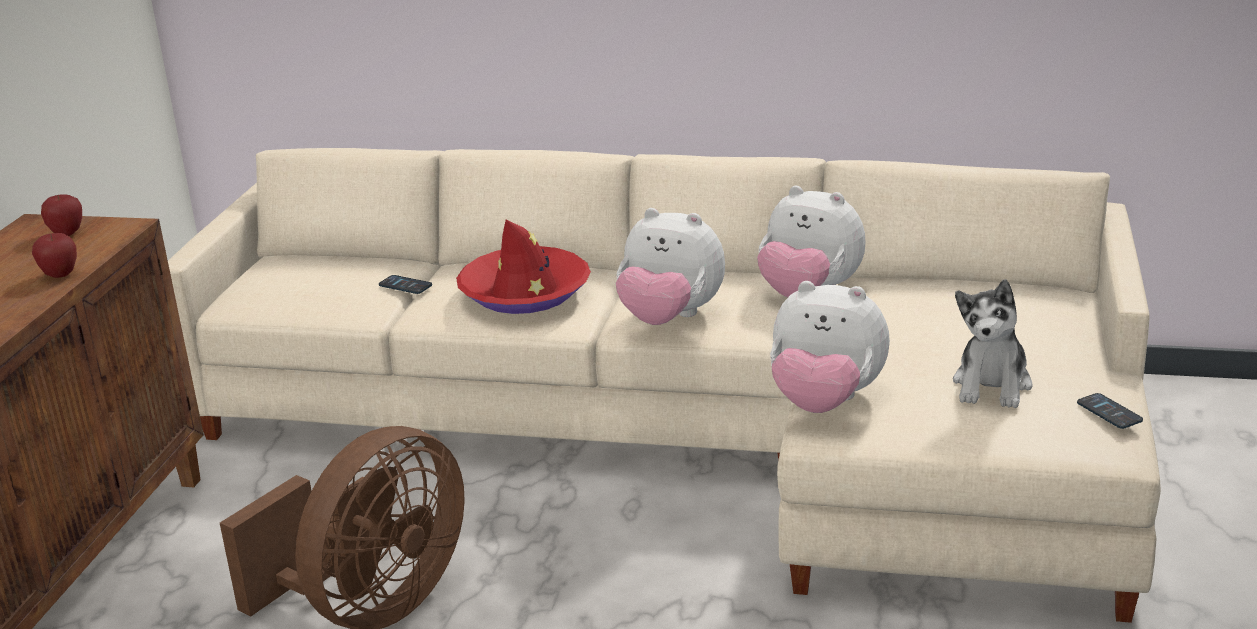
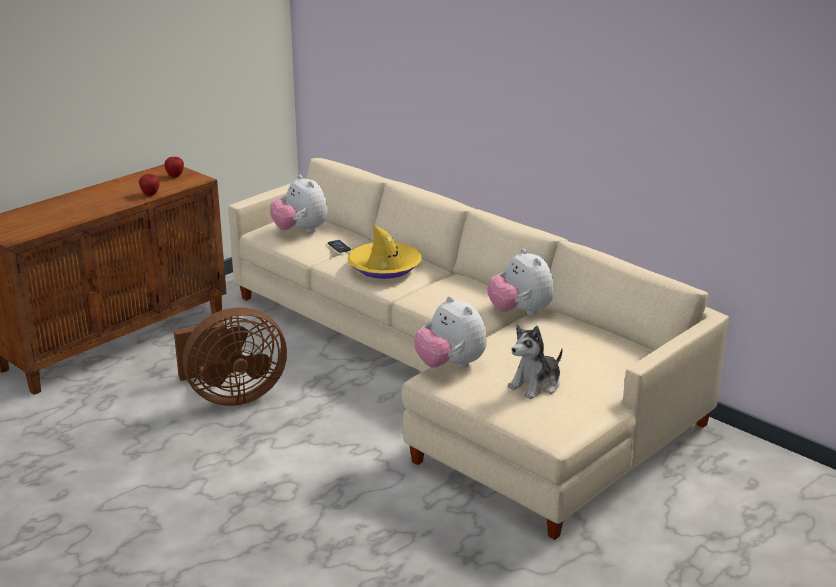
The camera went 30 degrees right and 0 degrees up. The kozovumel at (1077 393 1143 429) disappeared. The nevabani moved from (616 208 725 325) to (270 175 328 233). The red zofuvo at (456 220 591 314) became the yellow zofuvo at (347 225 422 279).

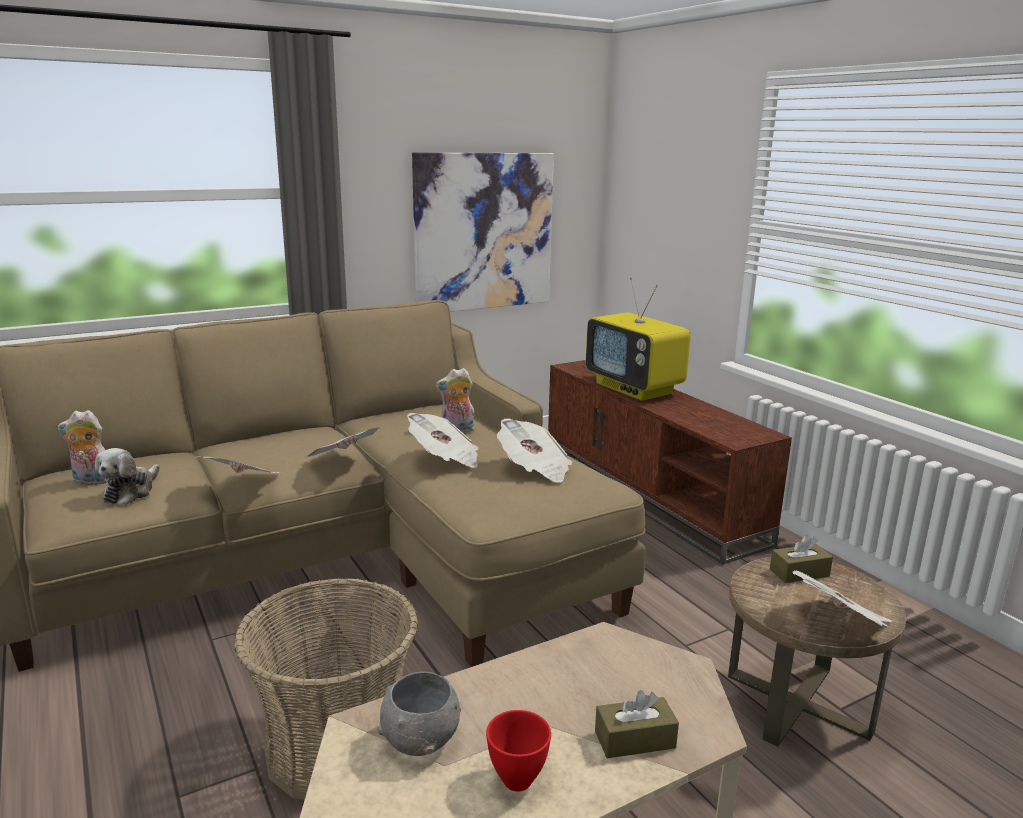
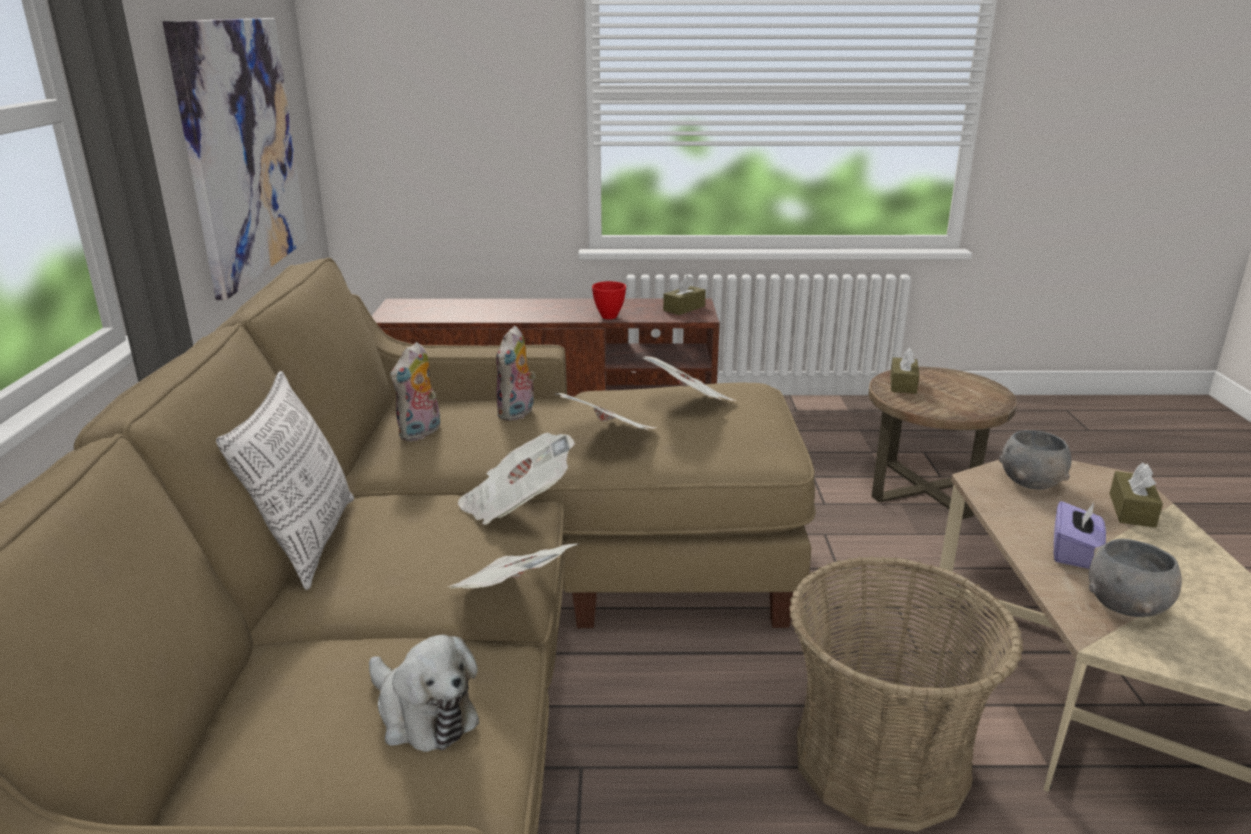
The camera went 60 degrees left and 5 degrees up. The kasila at (586 278 691 401) disappeared. The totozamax at (792 571 891 627) disappeared. The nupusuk at (216 371 354 590) appeared. The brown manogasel at (663 275 706 315) appeared. The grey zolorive at (999 430 1071 489) appeared. The purple manogasel at (1054 501 1106 569) appeared. The nevabani moved from (58 410 107 485) to (390 342 440 442). The red zolorive moved from (486 710 551 791) to (592 281 626 319).

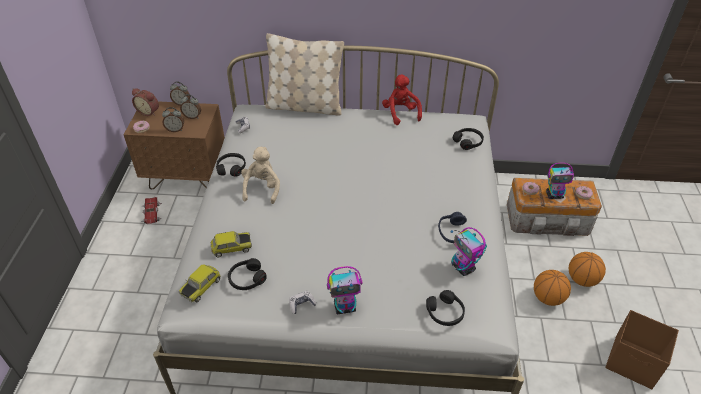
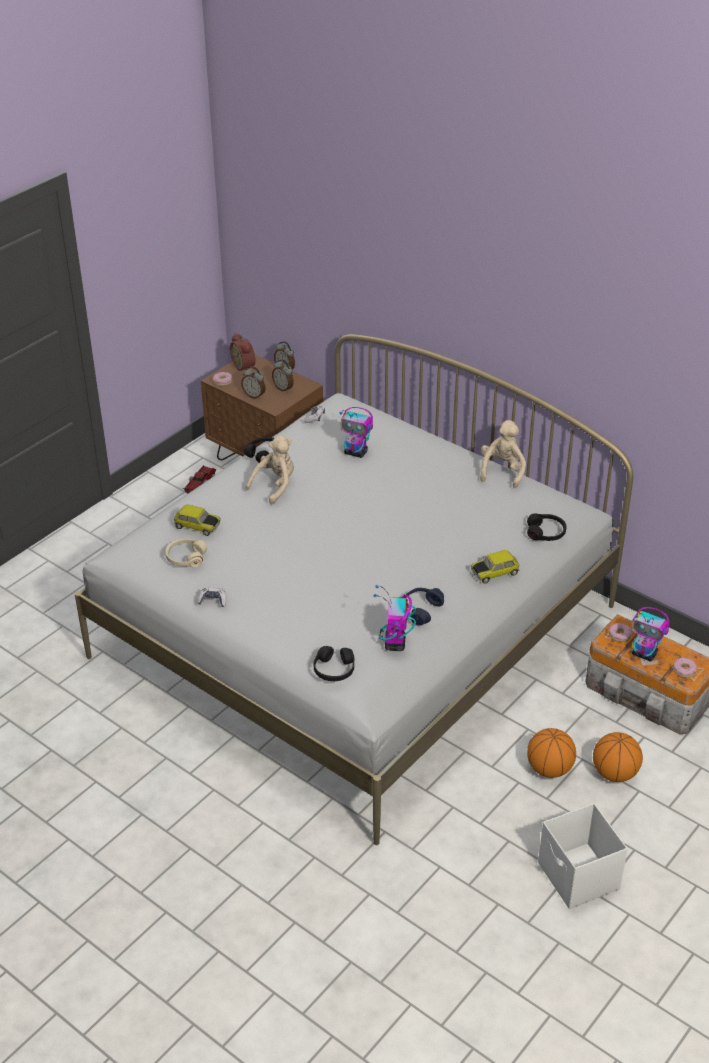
The camera went 35 degrees right and 5 degrees down. The beige nupusuk at (265 33 344 116) disappeared. The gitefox moved from (179 264 221 303) to (471 550 520 583). The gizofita moved from (327 266 362 314) to (340 407 373 458). The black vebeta at (228 258 267 290) became the beige vebeta at (165 539 207 567). The red nevabani at (382 74 422 125) became the beige nevabani at (480 420 526 488). The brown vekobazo at (605 310 679 389) became the white vekobazo at (538 803 628 909).

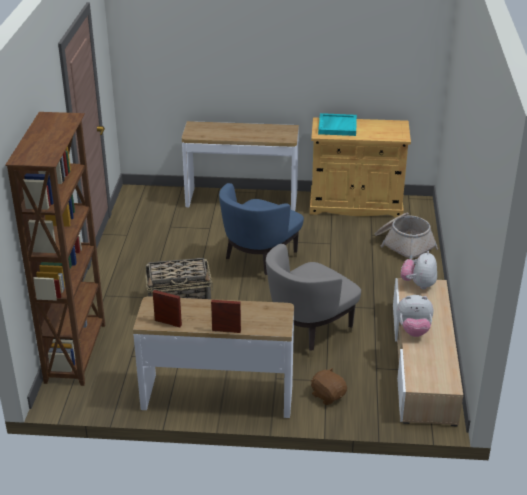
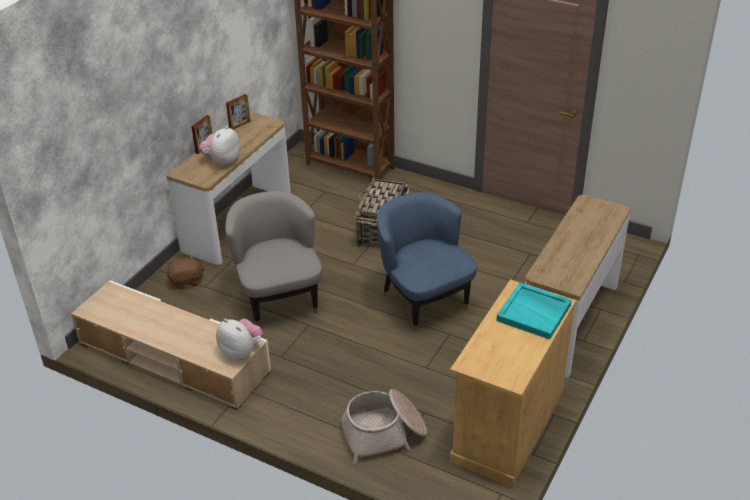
The camera went 115 degrees right and 5 degrees up. The nevabani moved from (396 295 433 337) to (199 126 240 166).

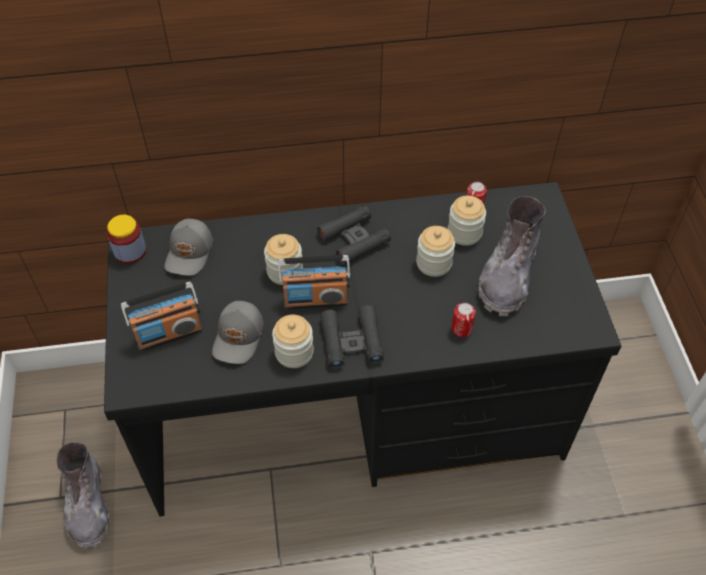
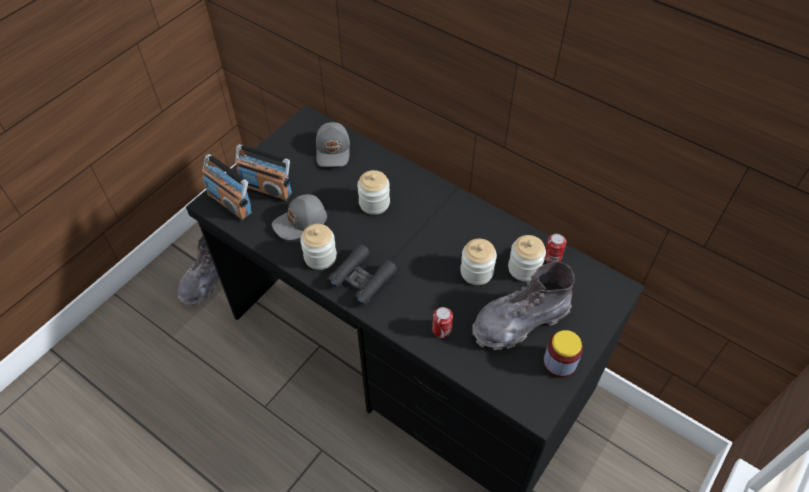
The camera went 45 degrees right and 0 degrees up. The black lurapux at (317 206 391 265) disappeared. The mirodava moved from (107 215 146 264) to (543 330 583 377). The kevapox moved from (278 255 351 309) to (202 154 252 222). The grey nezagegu at (165 219 213 276) turned 60 degrees counterclockwise.

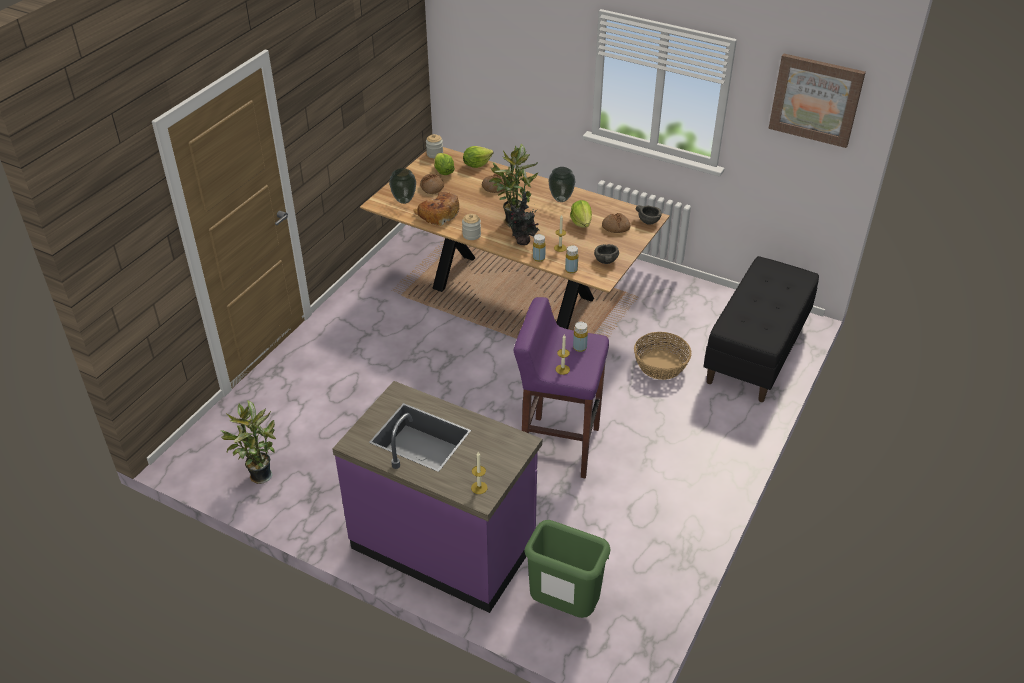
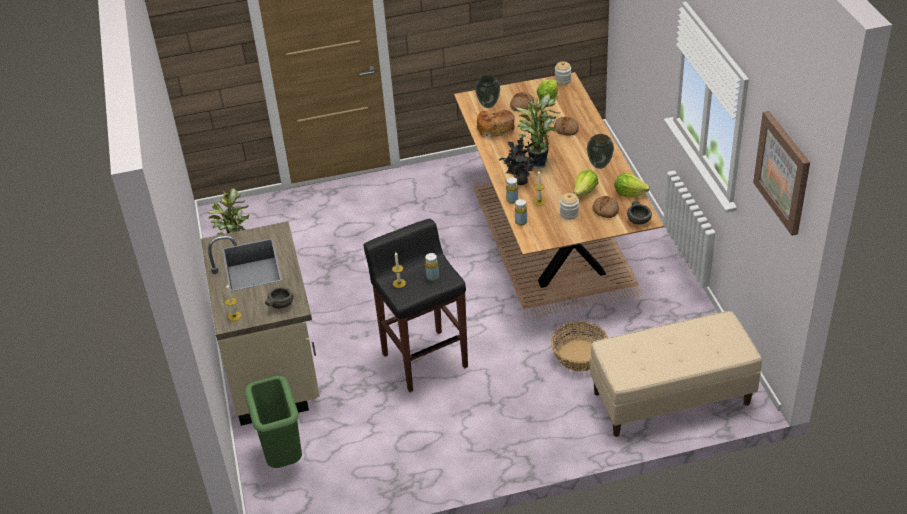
The camera went 50 degrees right and 0 degrees up. The mirodava moved from (462 214 481 240) to (560 193 579 219). The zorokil moved from (463 146 493 168) to (615 173 650 198). The grey zolorive moved from (594 244 619 264) to (265 287 294 309). The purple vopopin at (332 381 542 613) became the beige vopopin at (201 221 320 426). The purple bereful at (514 297 609 478) became the black bereful at (363 219 468 392). The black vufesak at (703 256 819 402) became the beige vufesak at (590 311 762 437).

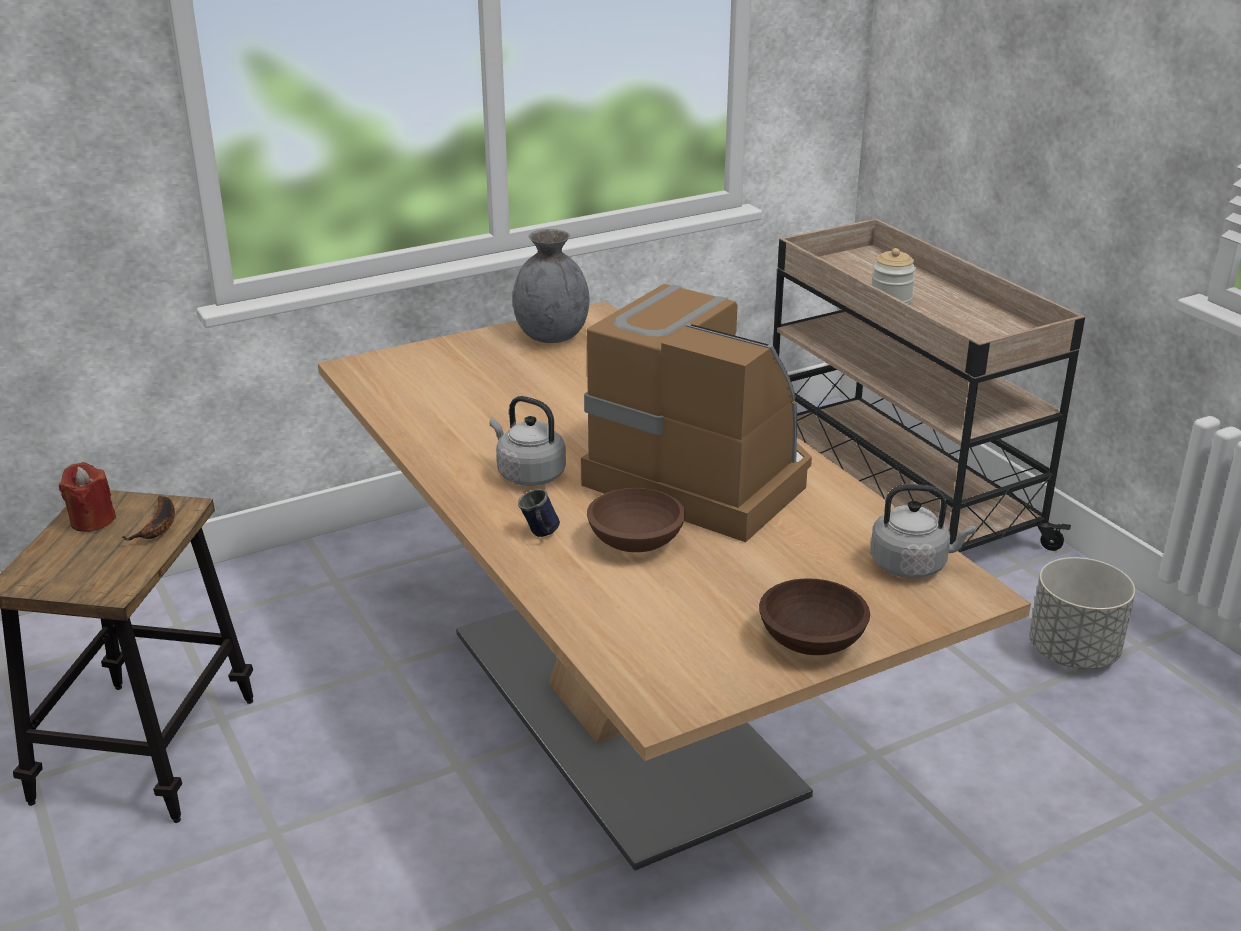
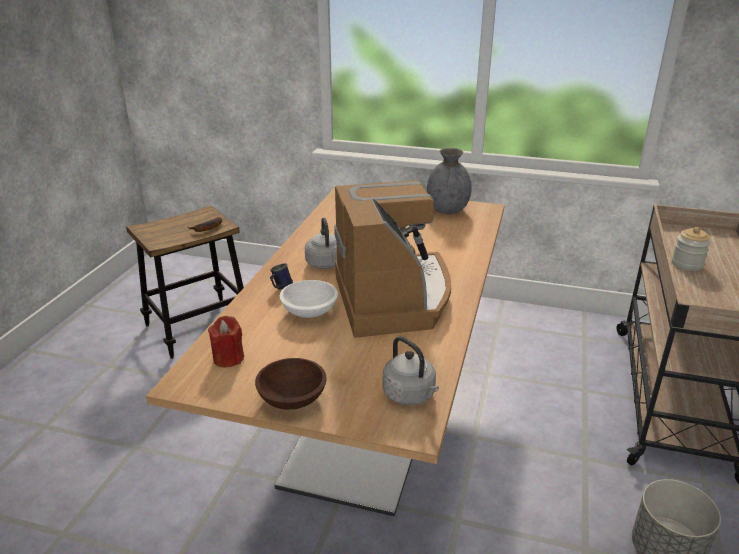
The camera went 45 degrees right and 0 degrees up. The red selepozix moved from (59 462 116 532) to (208 316 244 367). The brown zolorive at (587 488 685 552) became the white zolorive at (280 280 338 318).

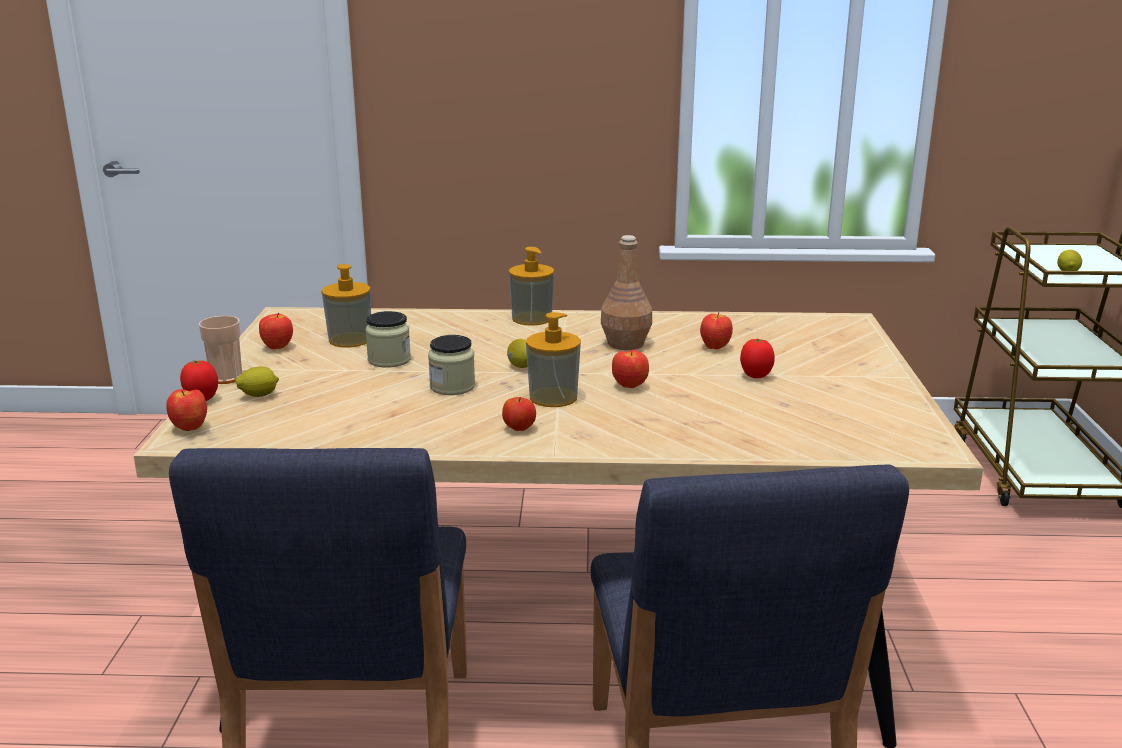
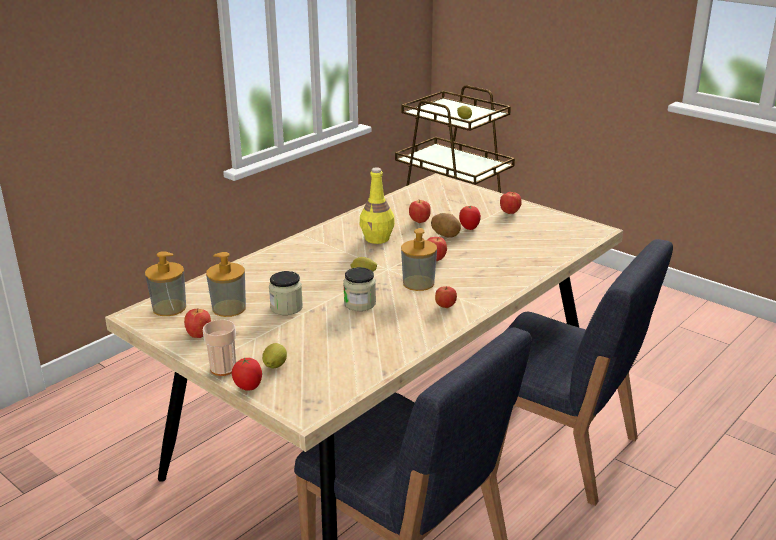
The camera went 50 degrees left and 5 degrees up. The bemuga at (431 213 461 238) appeared. The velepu moved from (166 389 207 431) to (500 192 522 214). The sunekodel moved from (509 247 554 326) to (145 251 186 316). The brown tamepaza at (601 235 652 350) became the yellow tamepaza at (360 167 395 244).

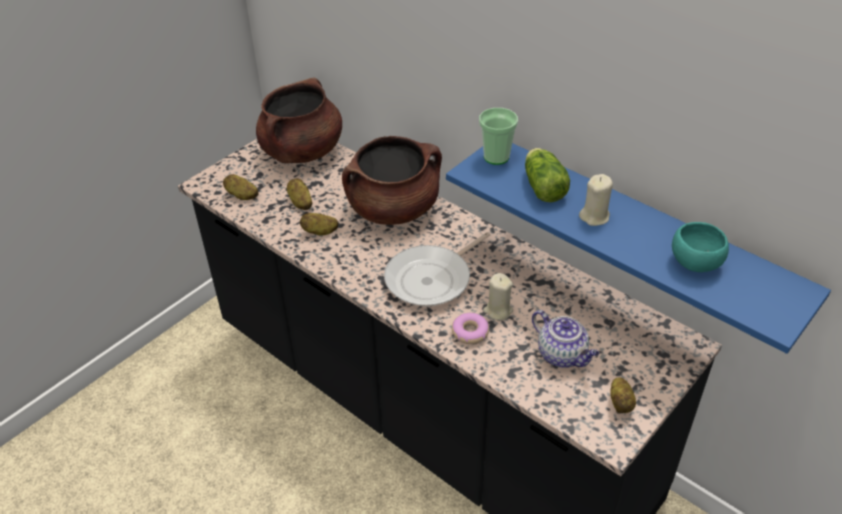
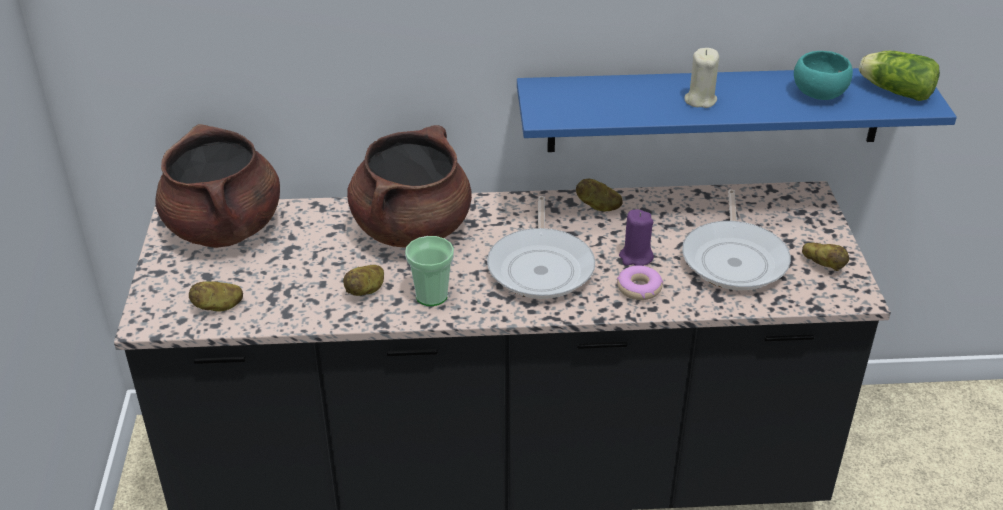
The camera went 45 degrees left and 5 degrees down. The bemuga moved from (287 178 312 210) to (576 178 623 211). The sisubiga moved from (479 108 518 165) to (405 236 454 306). The zorokil moved from (525 148 570 202) to (859 51 940 101). The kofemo at (532 310 599 368) was replaced by the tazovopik at (682 189 791 290). The beige selepozix at (483 273 513 321) became the purple selepozix at (619 209 654 266).

